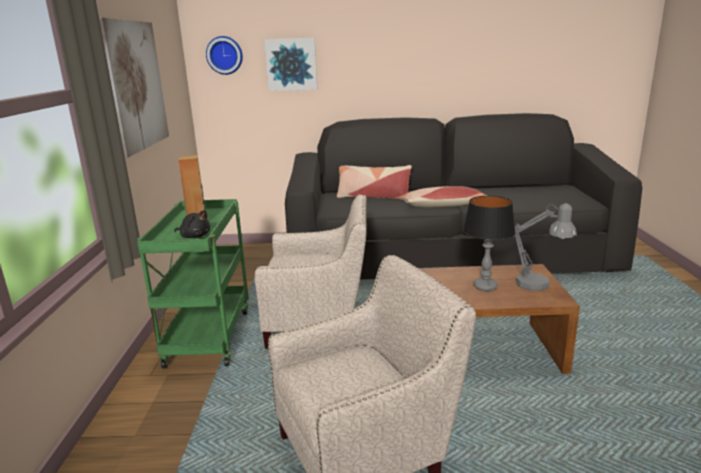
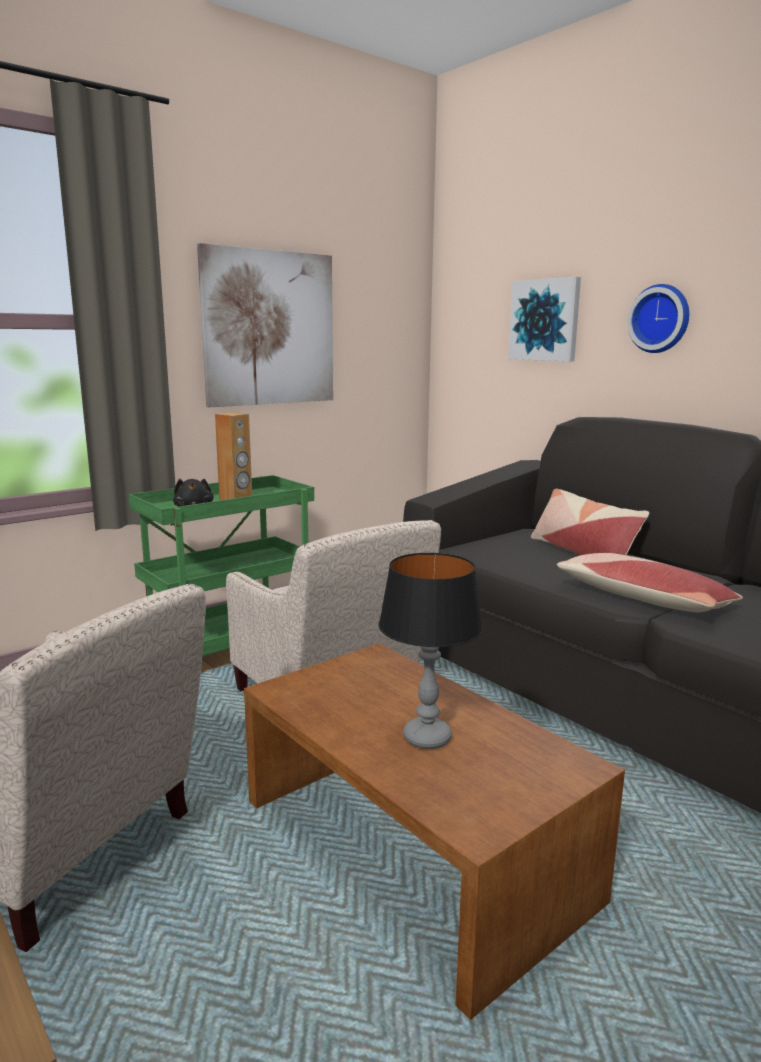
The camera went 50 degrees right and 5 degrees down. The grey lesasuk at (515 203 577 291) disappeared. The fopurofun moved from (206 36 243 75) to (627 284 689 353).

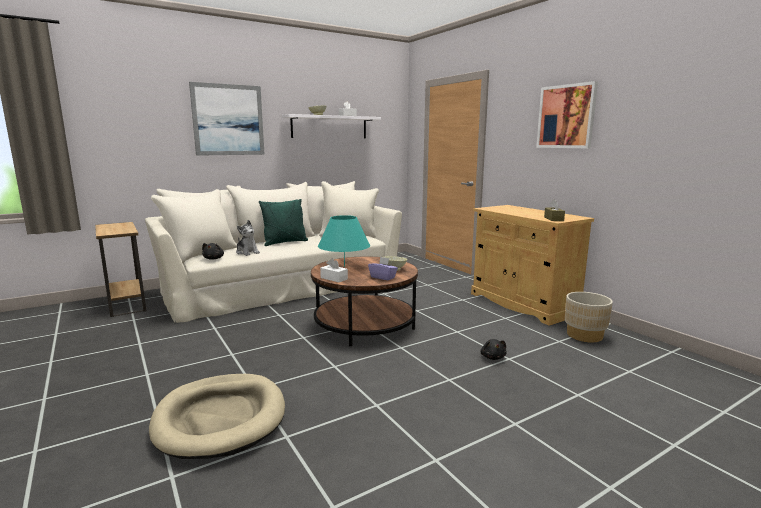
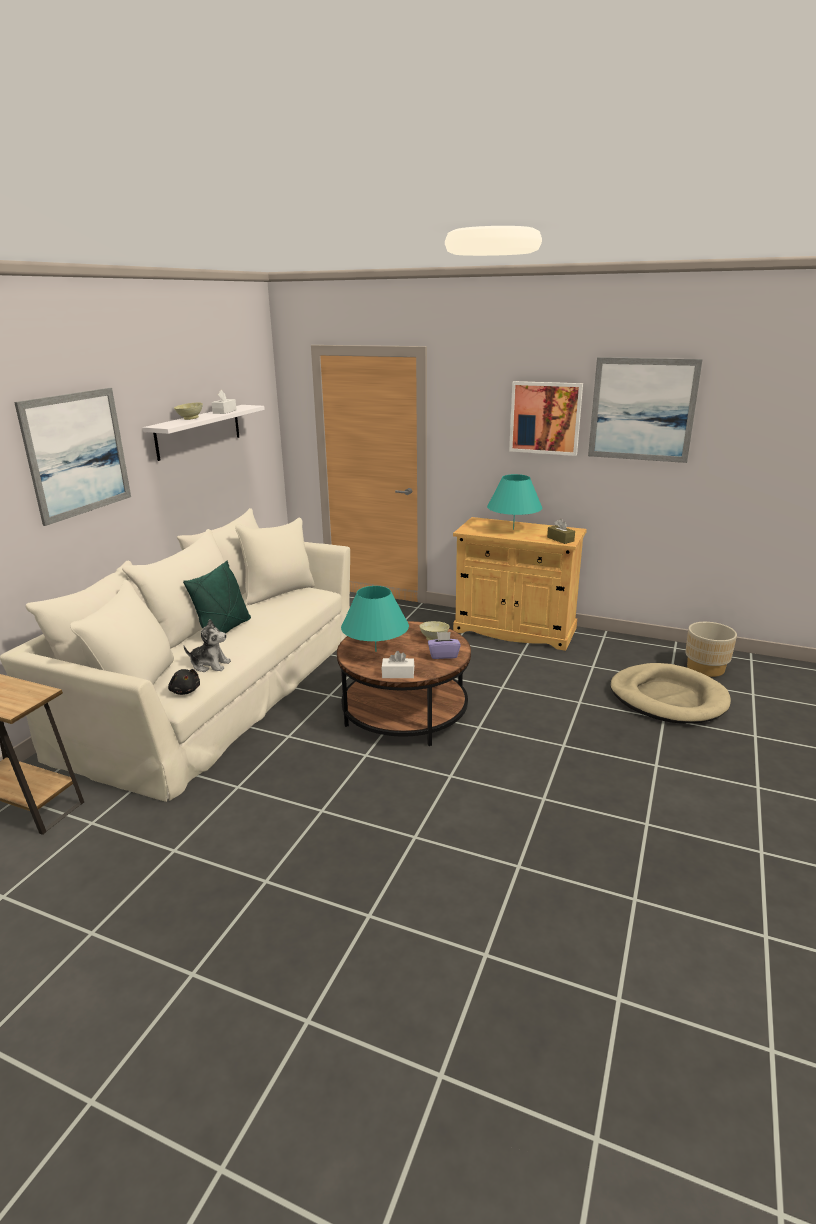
The camera went 35 degrees left and 10 degrees up. The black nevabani at (480 339 507 360) disappeared. The turquoise lesasuk at (487 474 542 529) appeared. The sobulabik at (588 357 703 463) appeared. The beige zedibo moved from (149 374 285 459) to (610 663 731 724). The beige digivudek moved from (565 292 613 342) to (685 622 737 677).

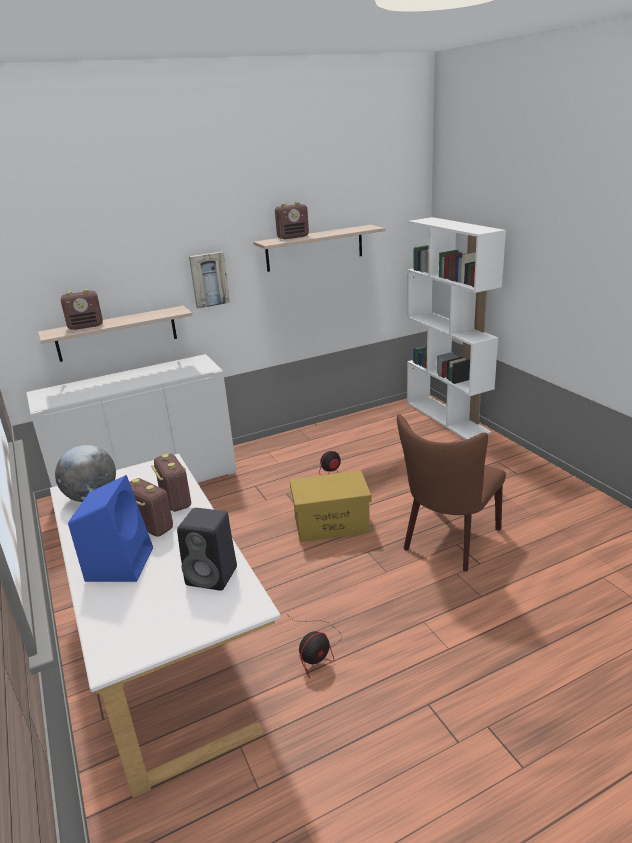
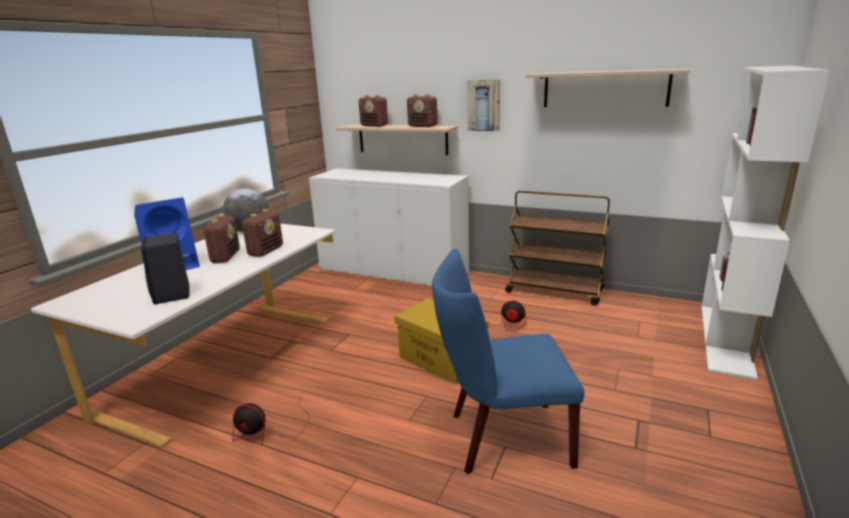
The camera went 50 degrees right and 5 degrees down. The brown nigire at (505 191 610 306) appeared. The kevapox moved from (275 202 309 239) to (407 94 438 127). The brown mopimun at (397 414 506 571) became the blue mopimun at (432 249 585 474).

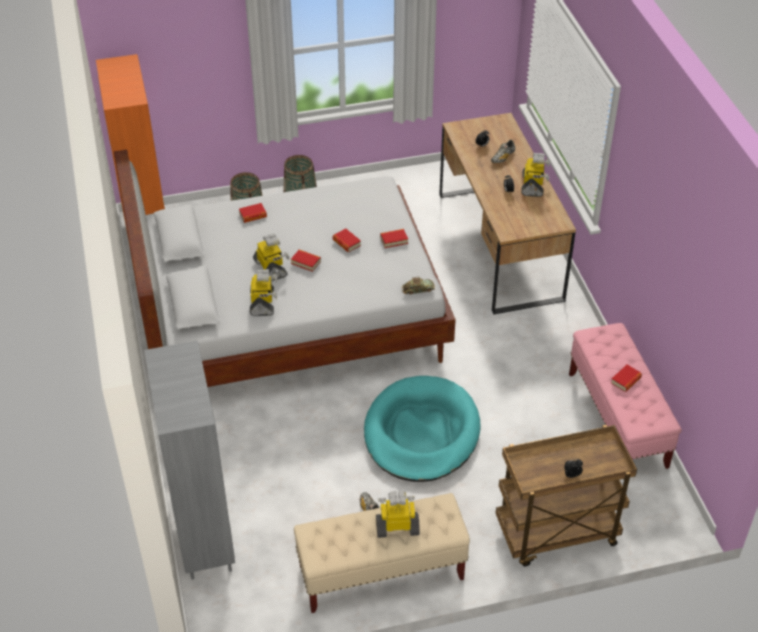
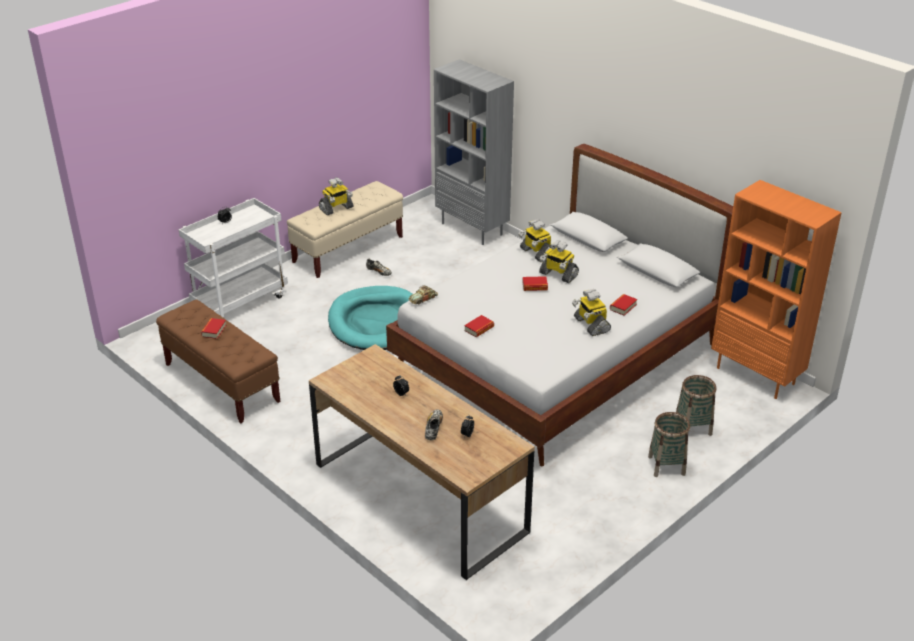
The camera went 150 degrees right and 10 degrees down. The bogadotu at (333 228 361 252) disappeared. The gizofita moved from (521 153 550 197) to (572 289 611 336). The brown nigire at (496 425 637 567) became the white nigire at (179 198 288 317). The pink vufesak at (569 323 682 469) became the brown vufesak at (156 300 281 423).

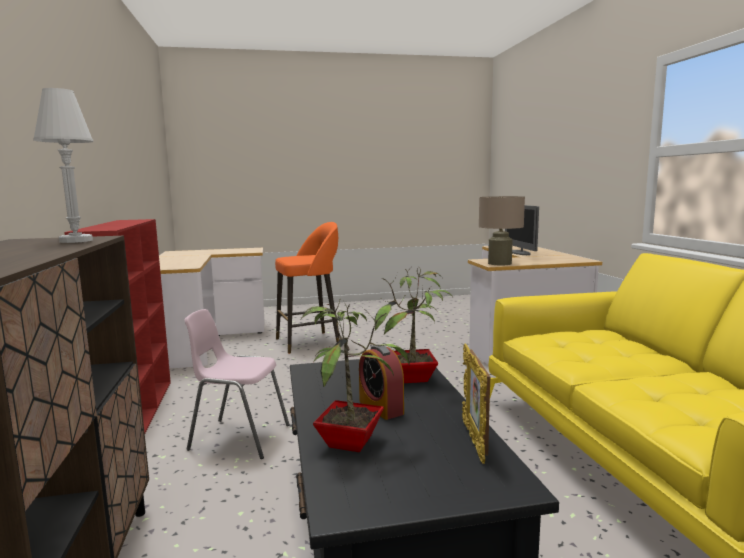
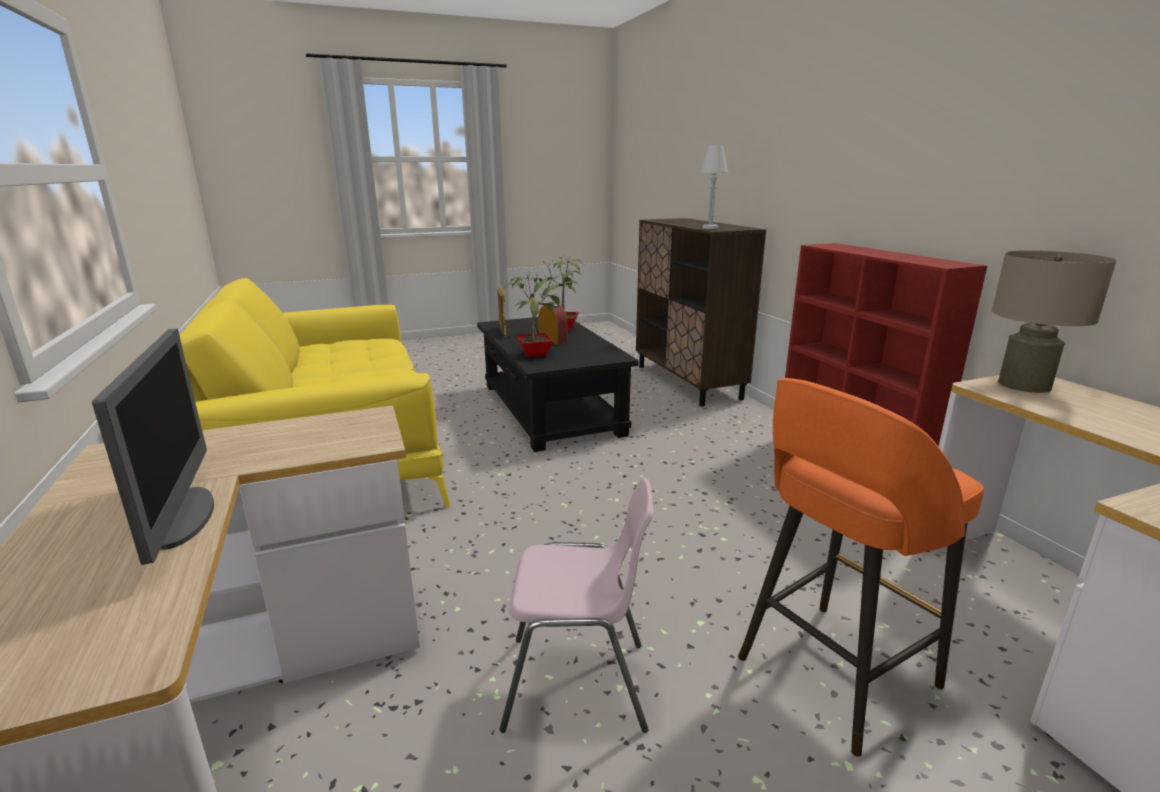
The camera went 170 degrees right and 10 degrees up. The pink mopimun moved from (184 309 290 459) to (499 478 654 733). The beige lesasuk moved from (479 196 525 265) to (992 251 1117 393).

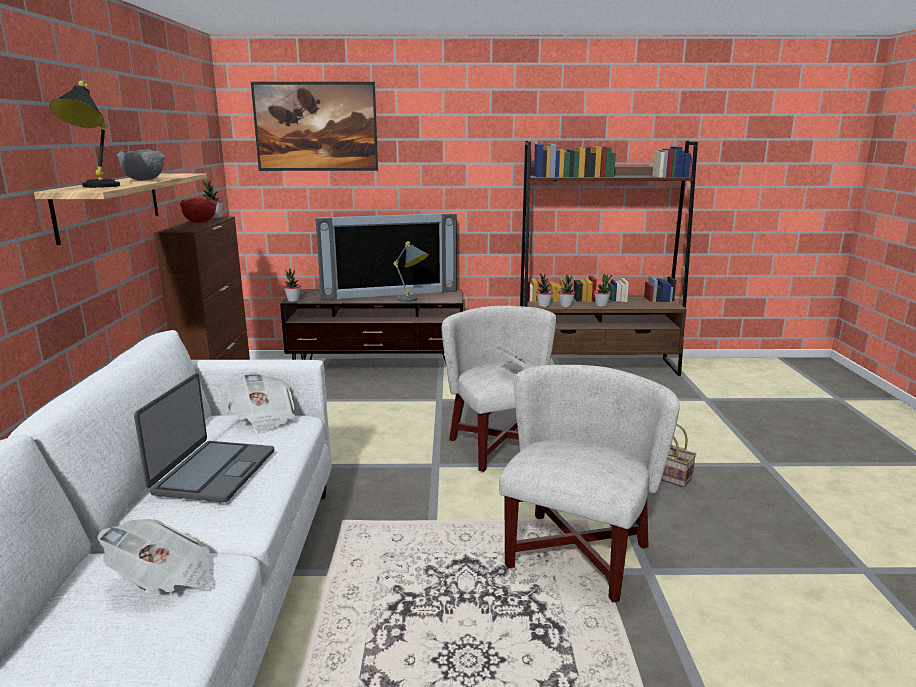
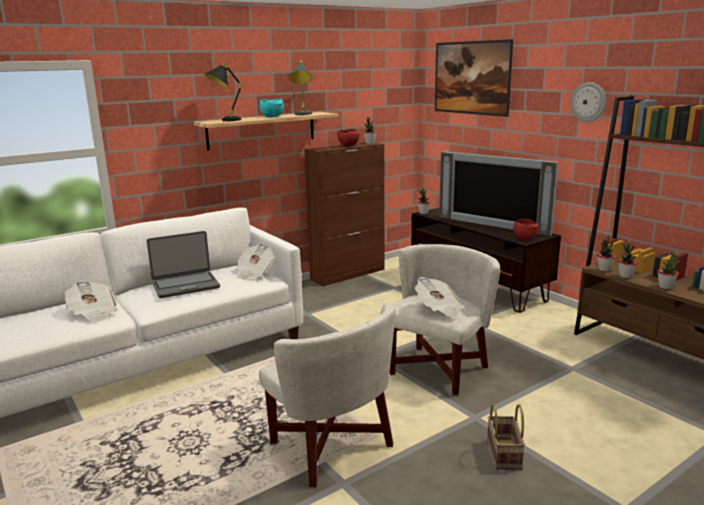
The camera went 55 degrees right and 0 degrees up. The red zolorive at (513 219 539 239) appeared. The fopurofun at (571 82 606 122) appeared. The grey lesasuk moved from (393 241 429 302) to (289 61 313 115). The grey zolorive at (116 150 165 181) became the turquoise zolorive at (260 98 284 117). The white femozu at (499 365 680 602) turned 60 degrees clockwise.

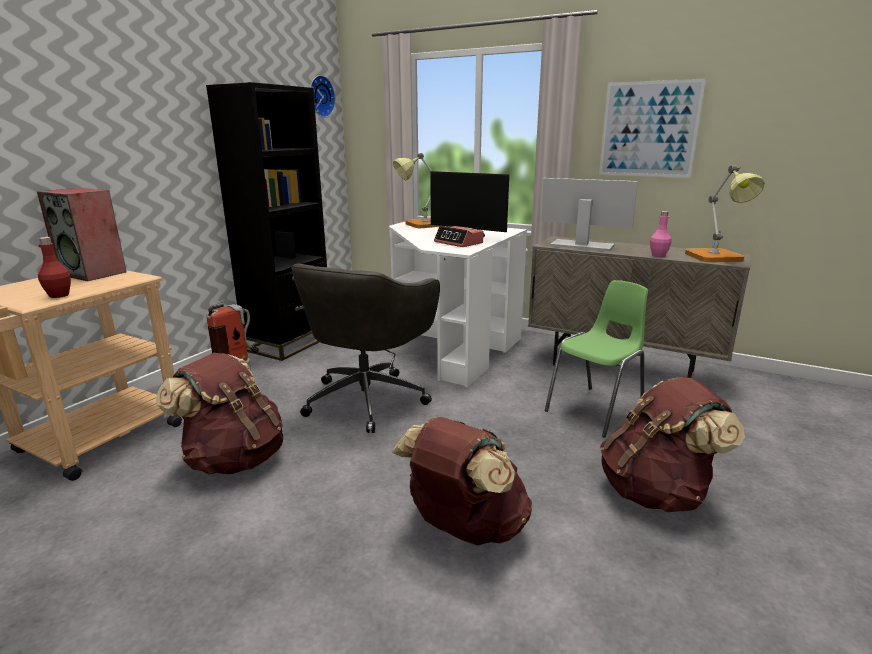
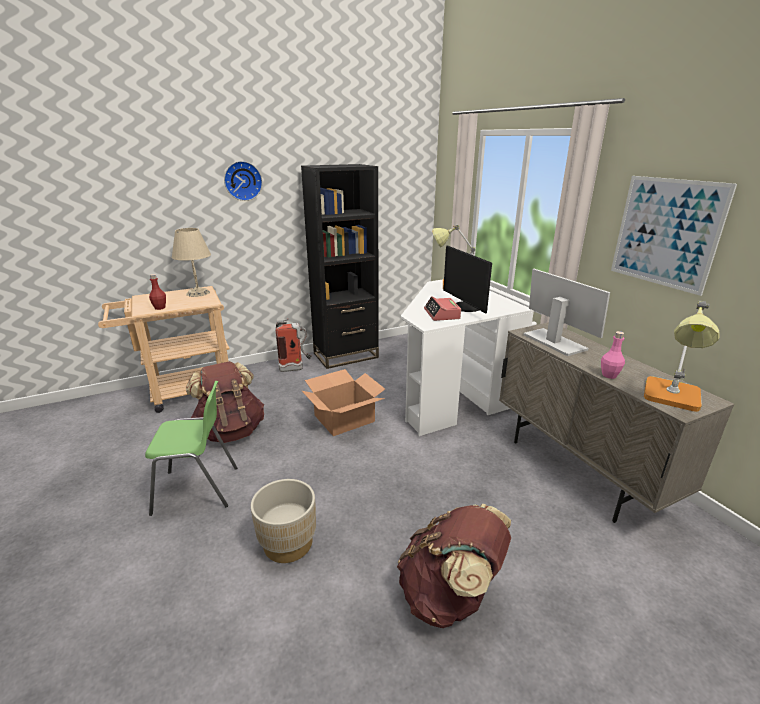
The camera went 35 degrees right and 5 degrees up. The fopurofun moved from (310 75 336 118) to (224 161 262 201). The green mopimun moved from (545 280 648 438) to (145 381 237 516). The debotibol at (37 188 126 281) was replaced by the beige lesasuk at (172 228 211 297). The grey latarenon at (291 263 440 433) was replaced by the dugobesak at (302 369 385 436). The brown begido at (392 417 532 546) was replaced by the beige digivudek at (251 479 316 563).

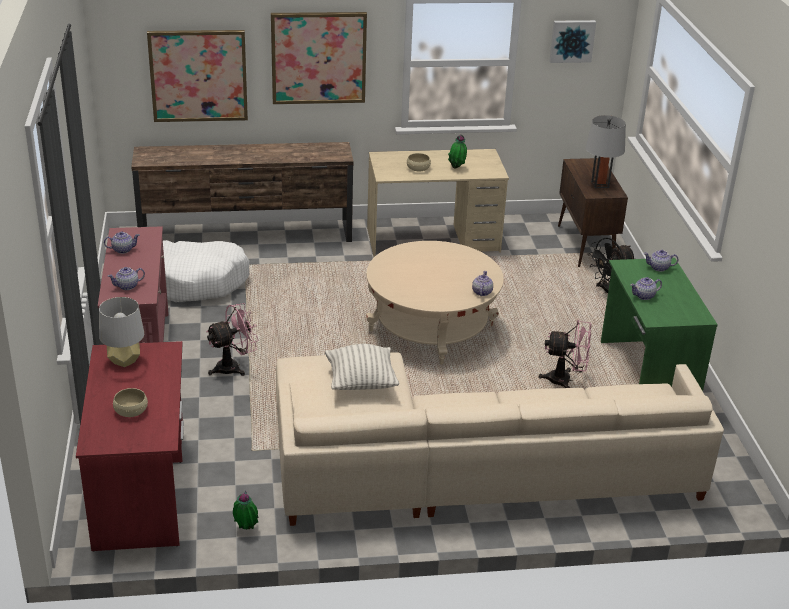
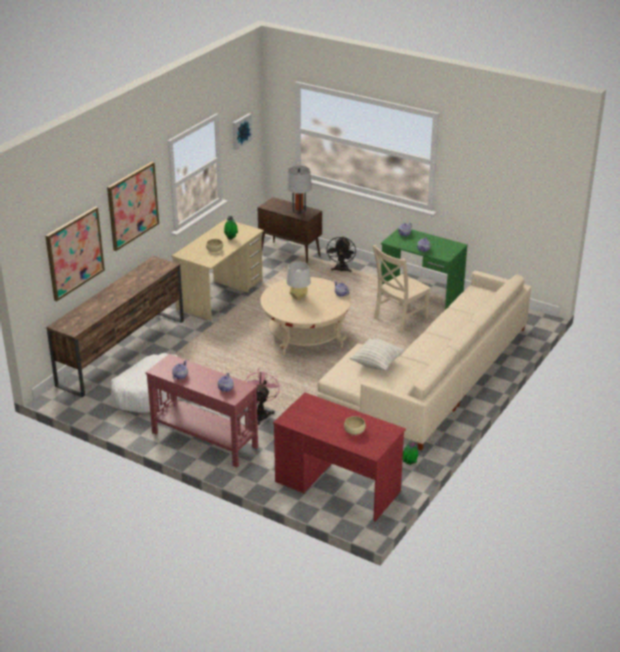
The camera went 50 degrees left and 0 degrees up. The grey lesasuk moved from (99 297 144 367) to (287 261 311 300). The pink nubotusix at (539 320 591 388) was replaced by the beige mopimun at (373 245 431 333).

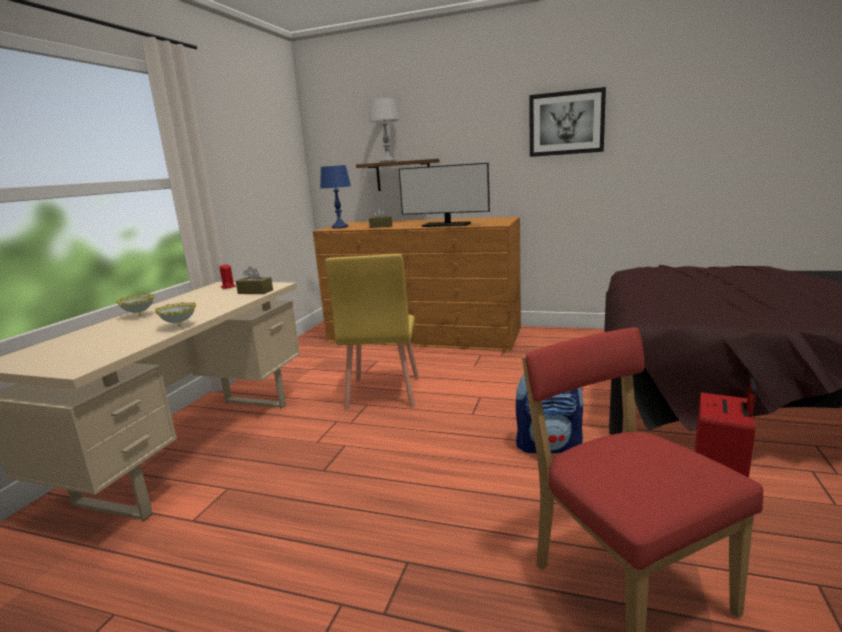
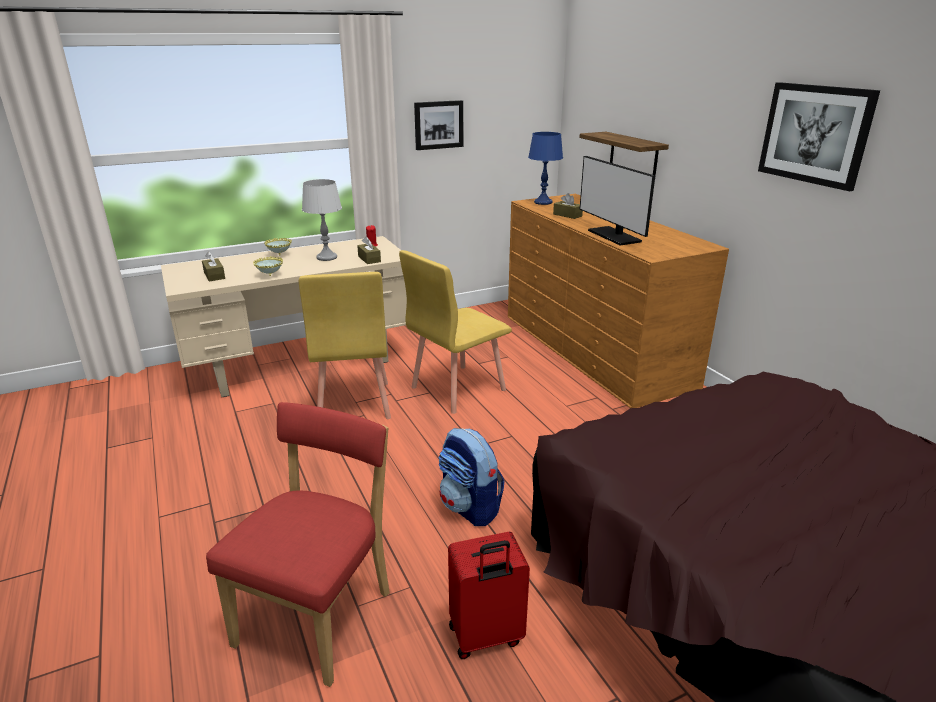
The camera went 45 degrees right and 10 degrees up. The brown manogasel at (202 252 225 281) appeared. The yellow mopimun at (299 272 391 419) appeared. The sobulabik at (414 100 463 150) appeared. The grey lesasuk moved from (369 97 400 163) to (302 179 342 261).

